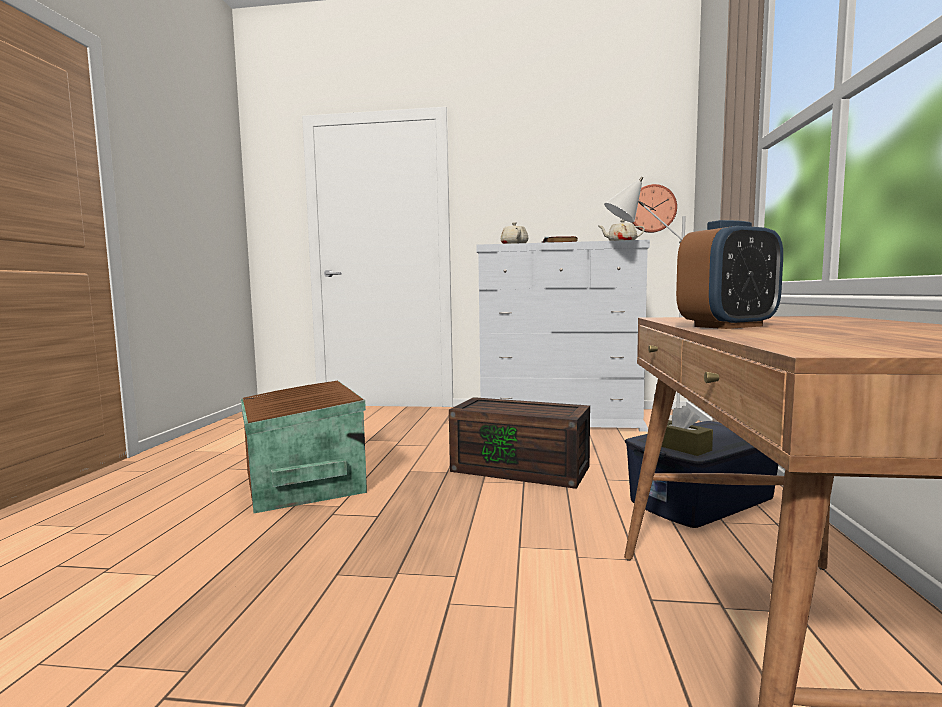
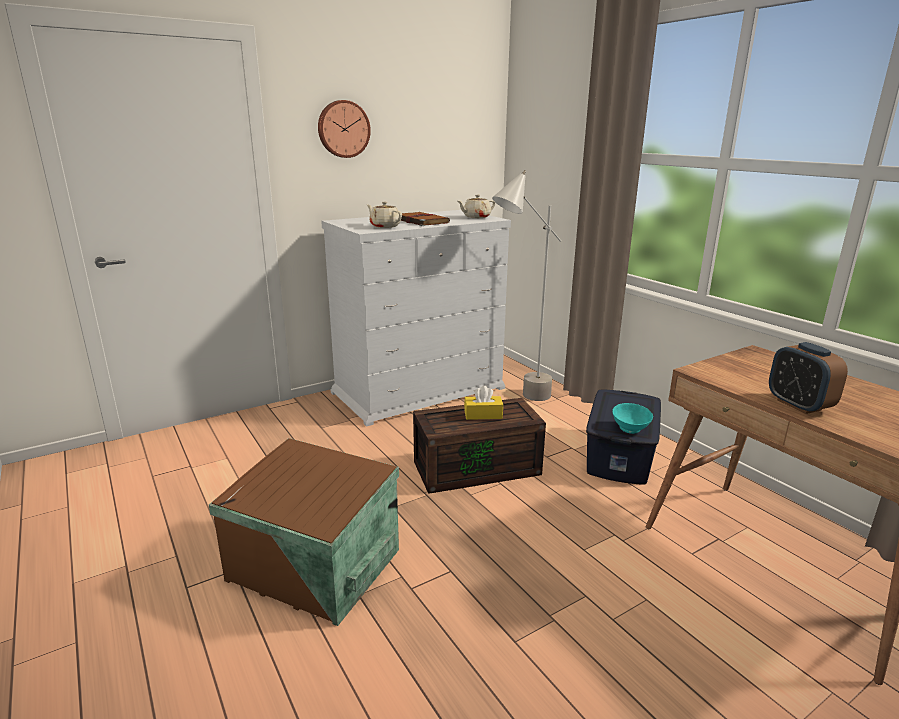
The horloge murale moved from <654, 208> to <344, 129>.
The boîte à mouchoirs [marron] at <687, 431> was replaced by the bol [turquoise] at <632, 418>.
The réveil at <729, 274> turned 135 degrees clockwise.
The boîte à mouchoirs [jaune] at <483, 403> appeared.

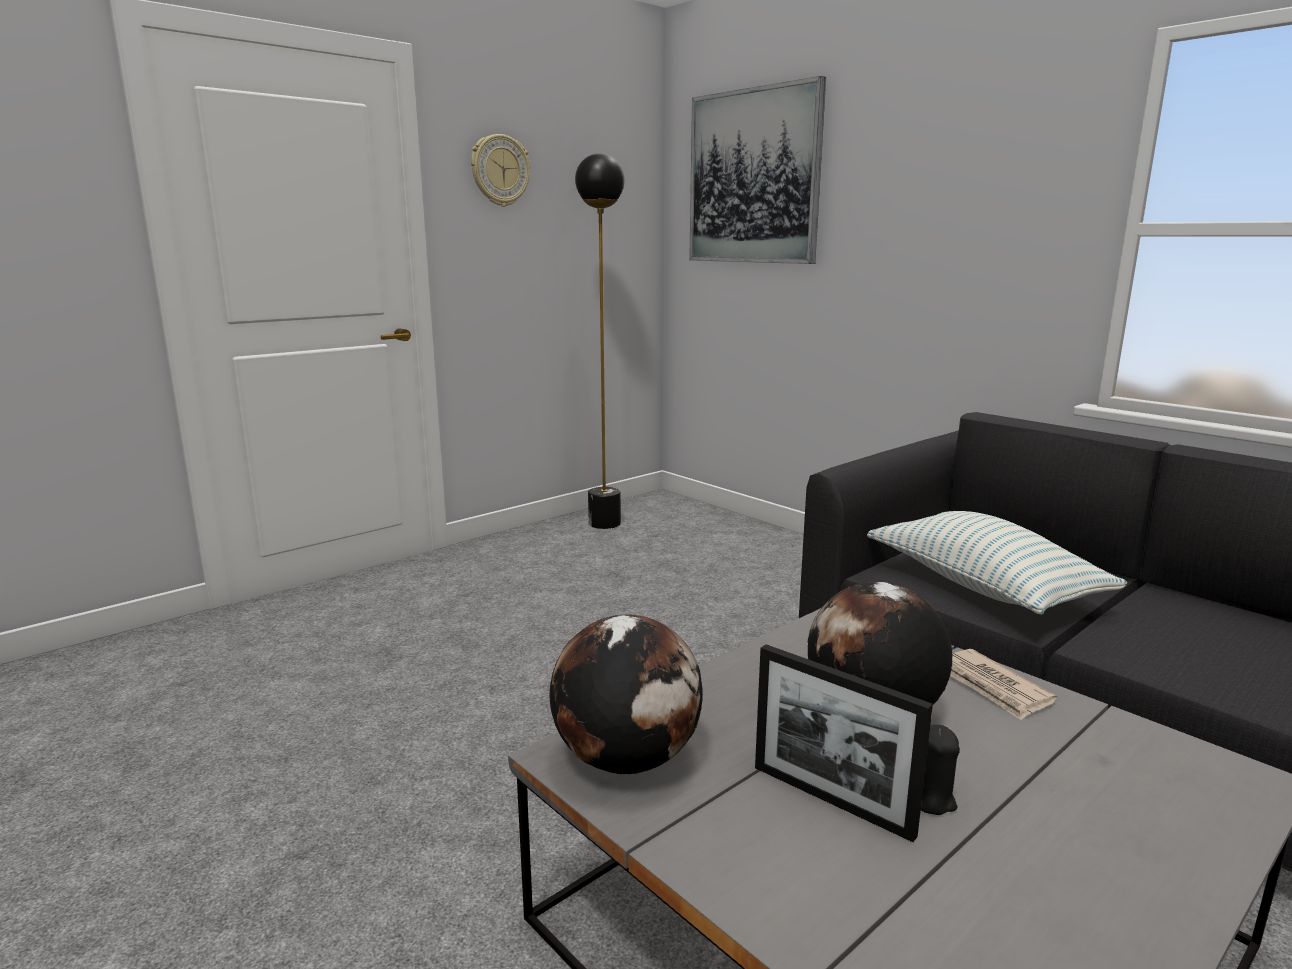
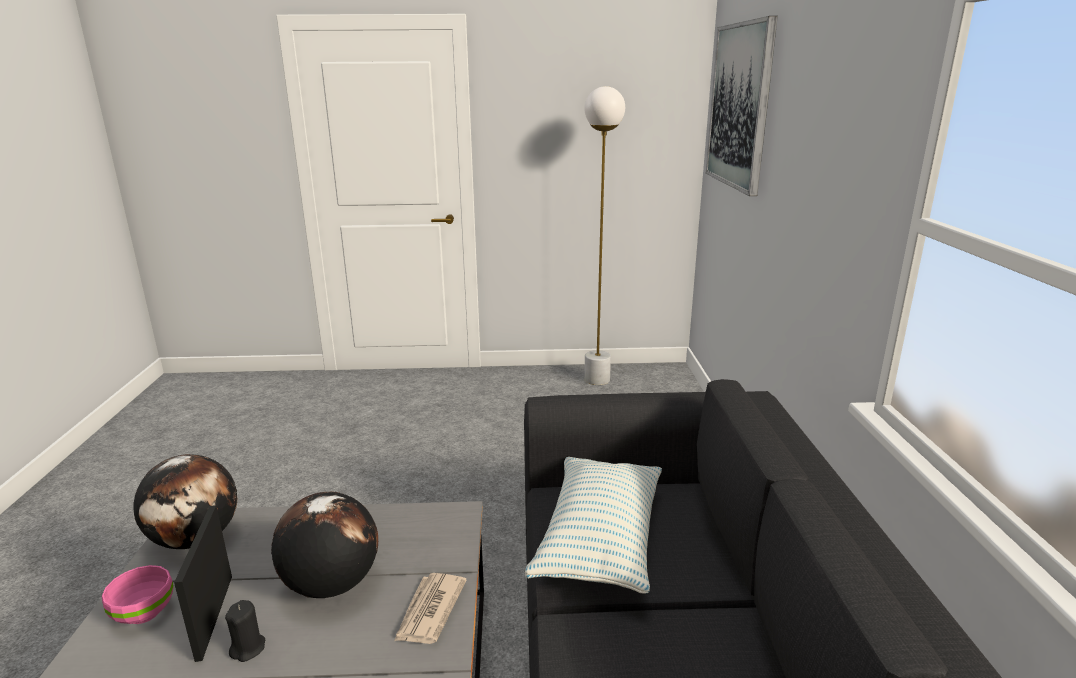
The horloge murale at <500, 170> disappeared.
The lampadaire [noir] at <600, 341> became the lampadaire [blanc] at <604, 235>.
The bol [rose] at <138, 594> appeared.

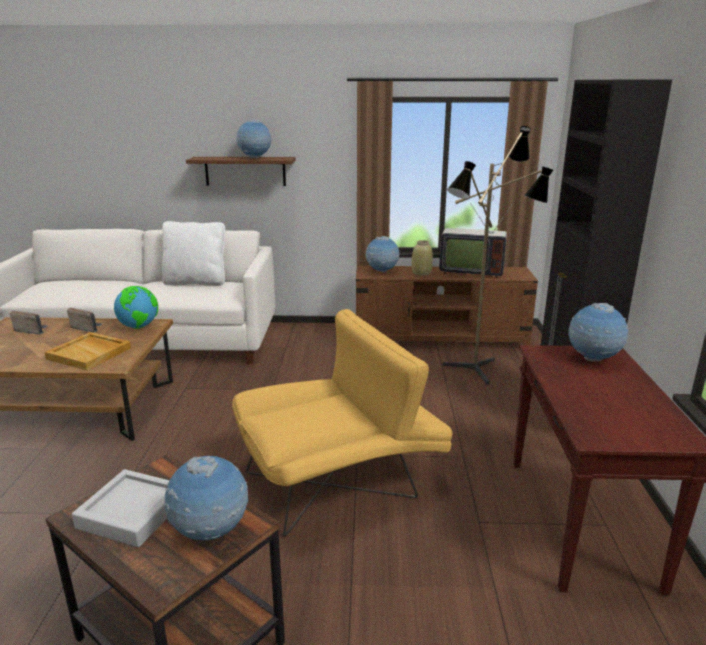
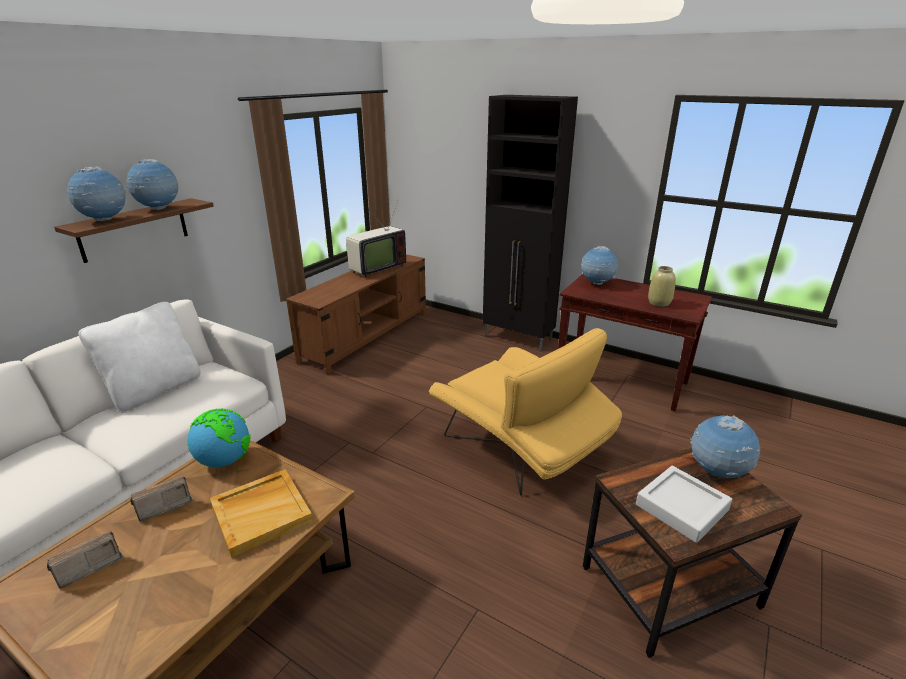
The fauteuil [jaune] at <342, 423> turned 135 degrees clockwise.
The globe moved from <382, 254> to <96, 194>.
The vase [beige] moved from <422, 258> to <662, 286>.
The lampadaire at <498, 255> disappeared.

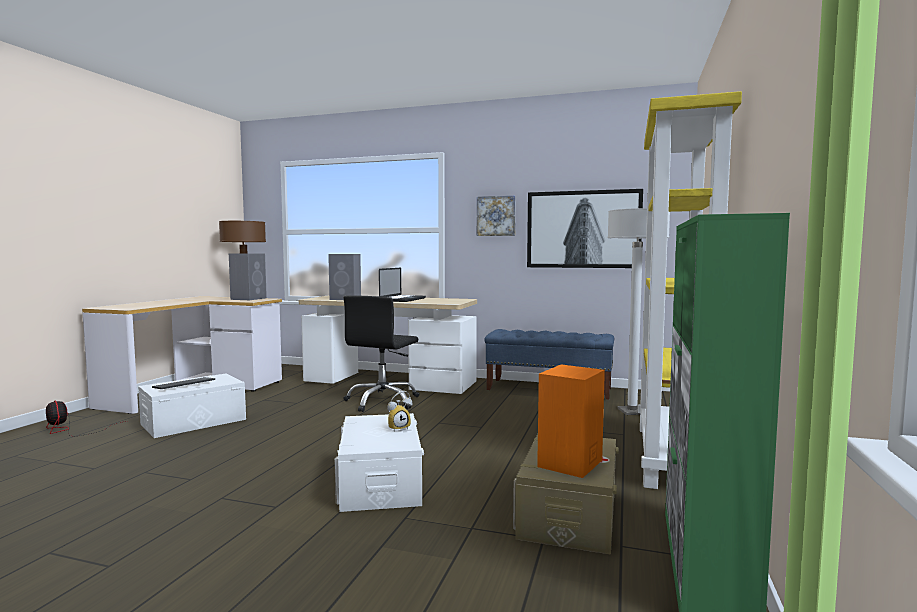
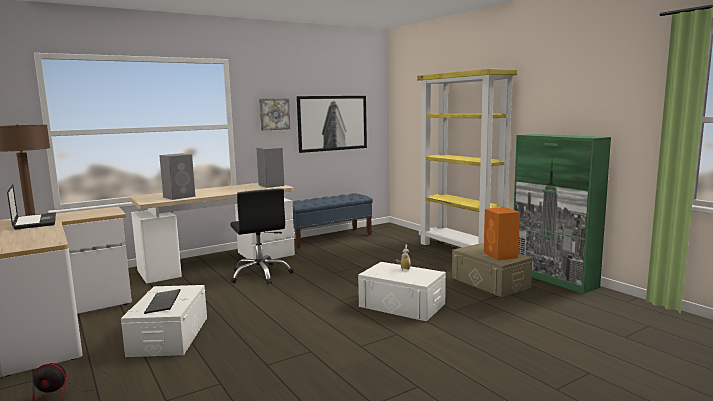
The enceinte [gris] moved from <248, 276> to <270, 167>.
The ordinateur portable moved from <402, 285> to <31, 206>.
The lampadaire [blanc] at <639, 311> disappeared.

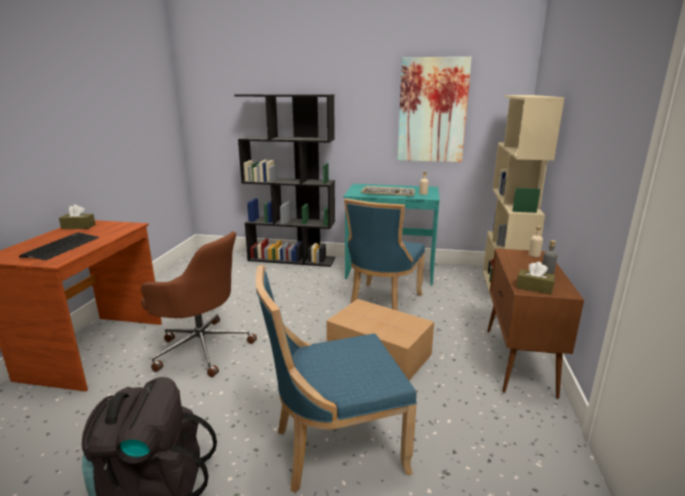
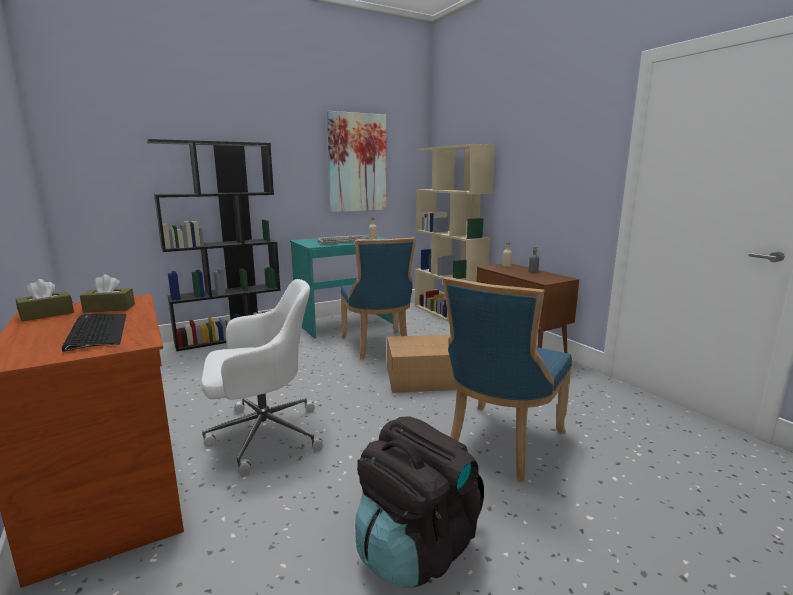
The chaise de bureau [marron] at <199, 304> became the chaise de bureau [blanc] at <262, 377>.
The boîte à mouchoirs [marron] moved from <535, 278> to <107, 293>.

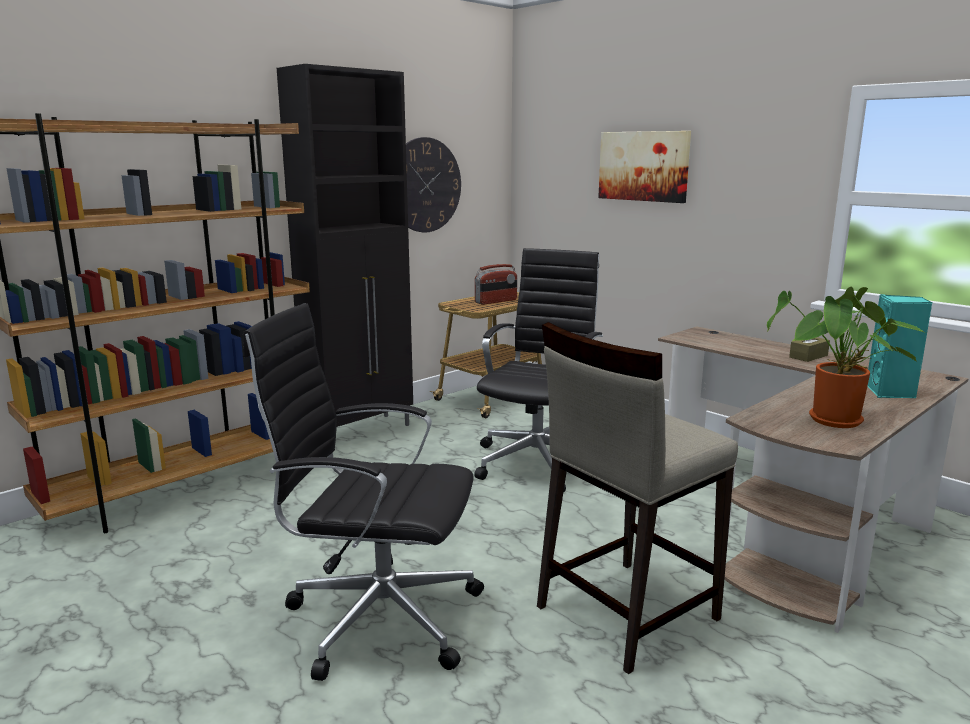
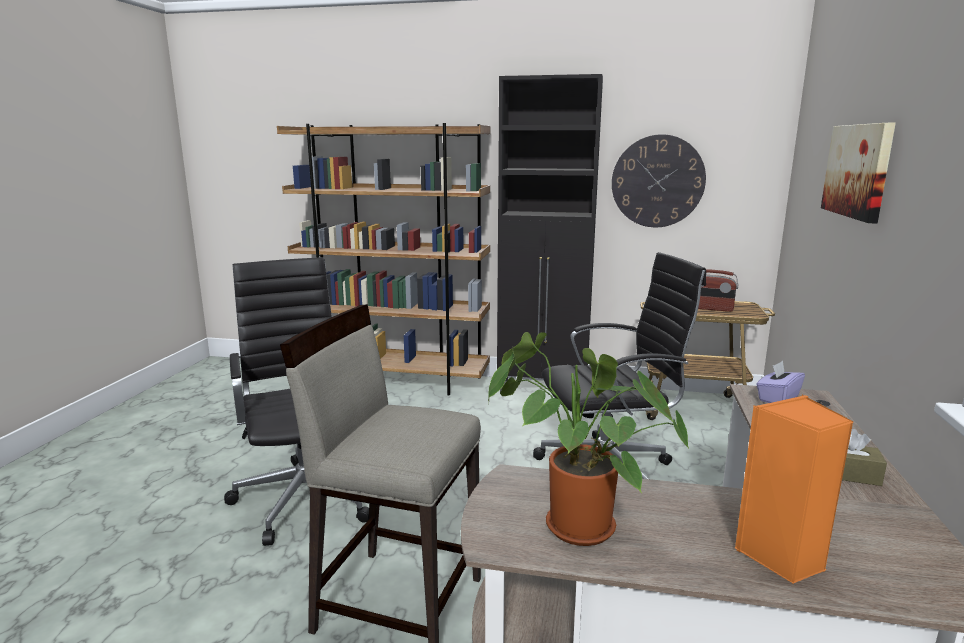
The enceinte [turquoise] at <900, 346> became the enceinte [orange] at <793, 489>.
The boîte à mouchoirs [violet] at <780, 382> appeared.

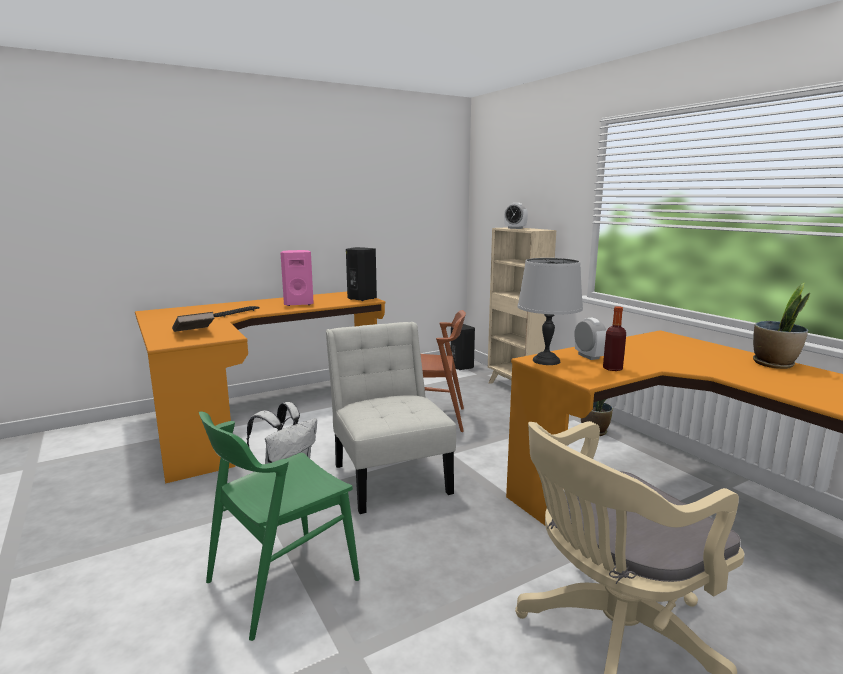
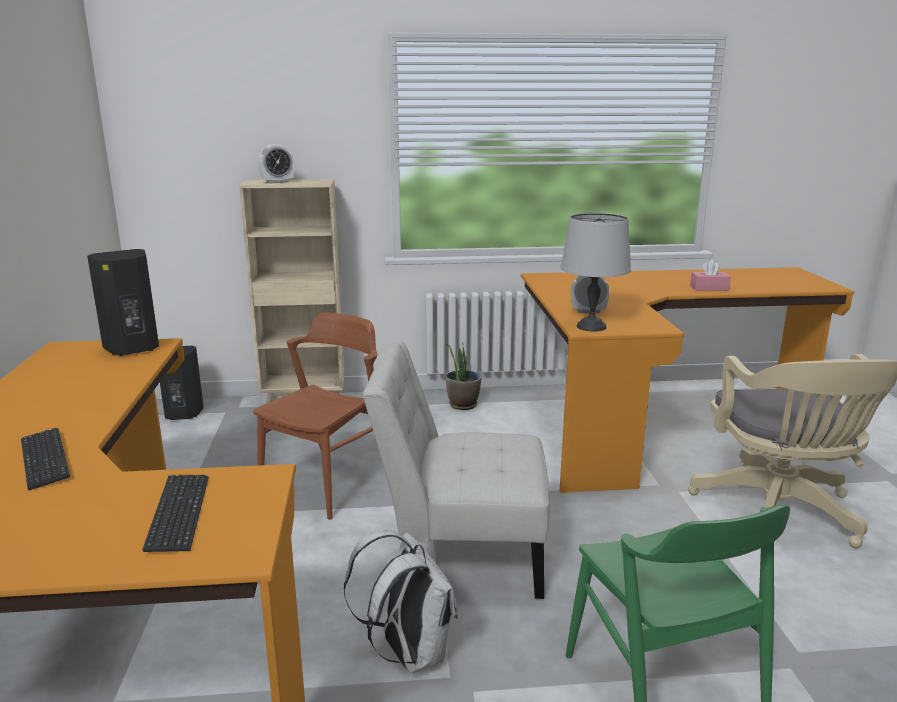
The livre [marron] at <193, 322> was replaced by the clavier at <175, 513>.
The enceinte [rose] at <297, 278> disappeared.
The bouteille at <614, 338> disappeared.
The plante en pot at <781, 325> disappeared.
The boîte à mouchoirs [rose] at <710, 275> appeared.

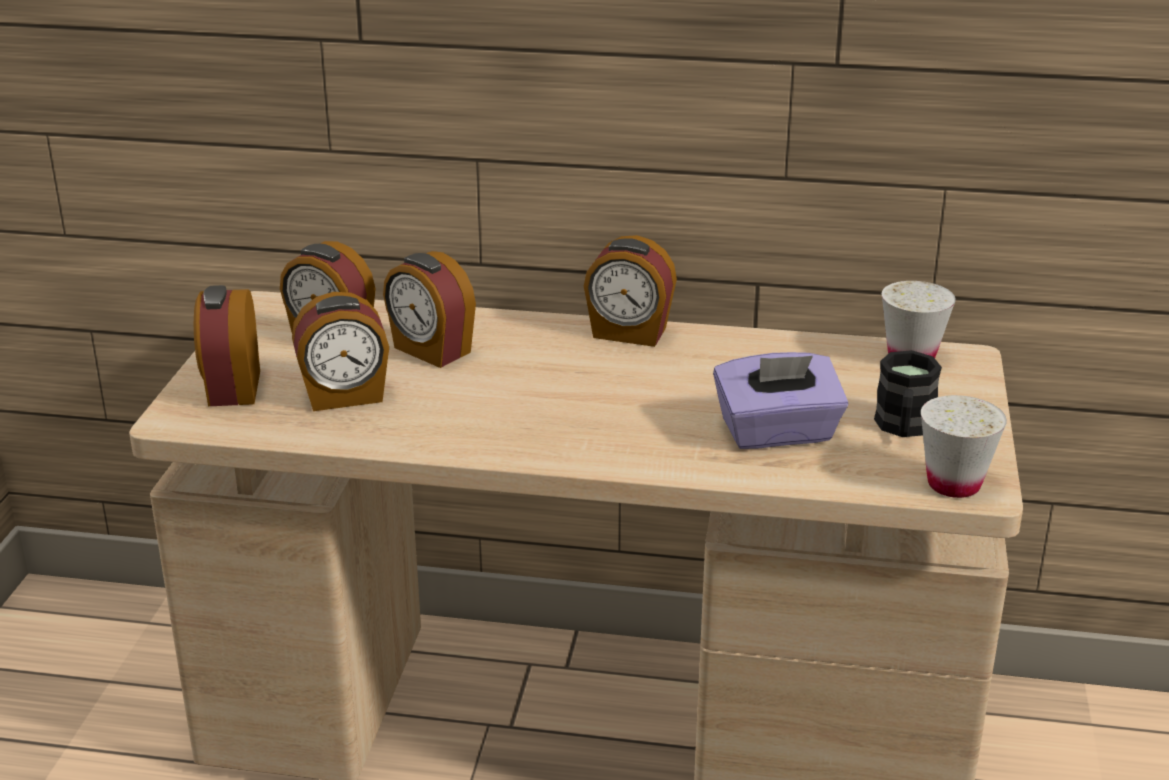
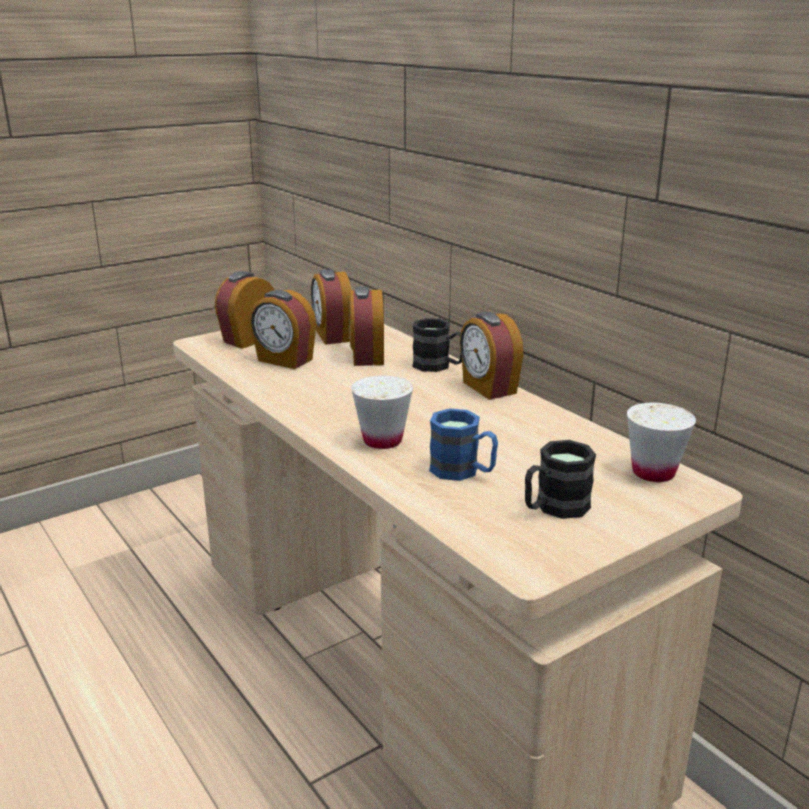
The boîte à mouchoirs [violet] at <780, 400> was replaced by the mug [bleu] at <463, 444>.
The tasse [blanc] moved from <964, 446> to <382, 412>.
The mug [noir] at <437, 345> appeared.

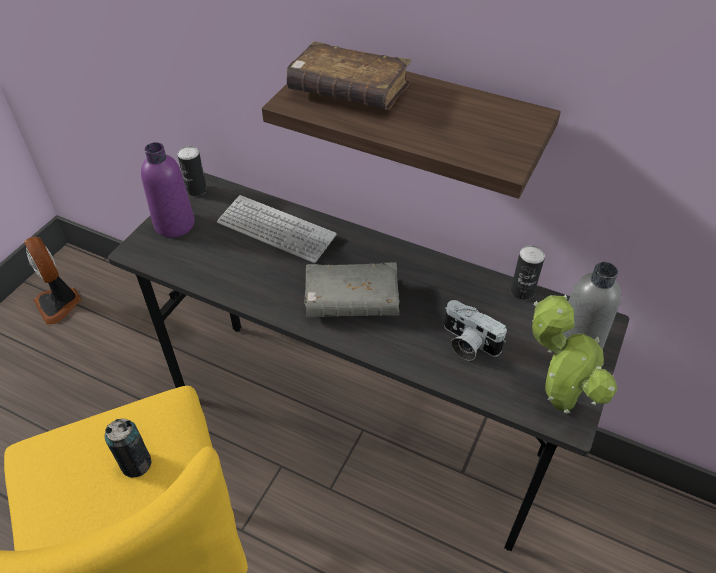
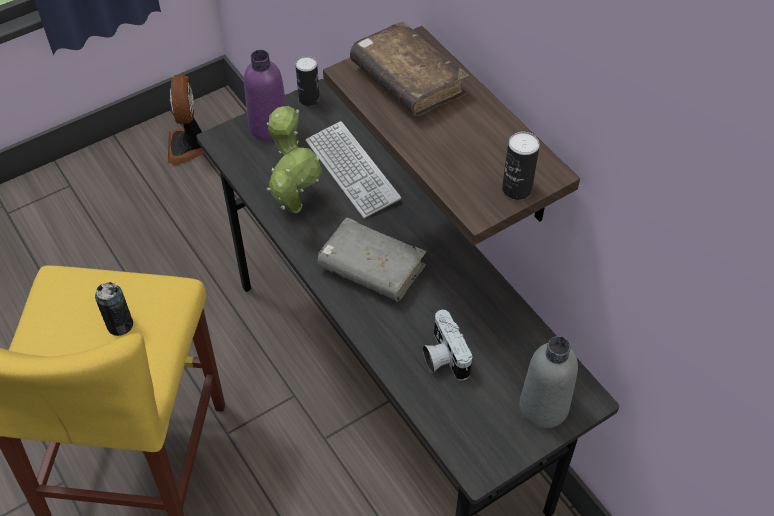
The boîte métallique moved from <528, 272> to <521, 165>.
The plante en pot moved from <574, 354> to <294, 159>.

